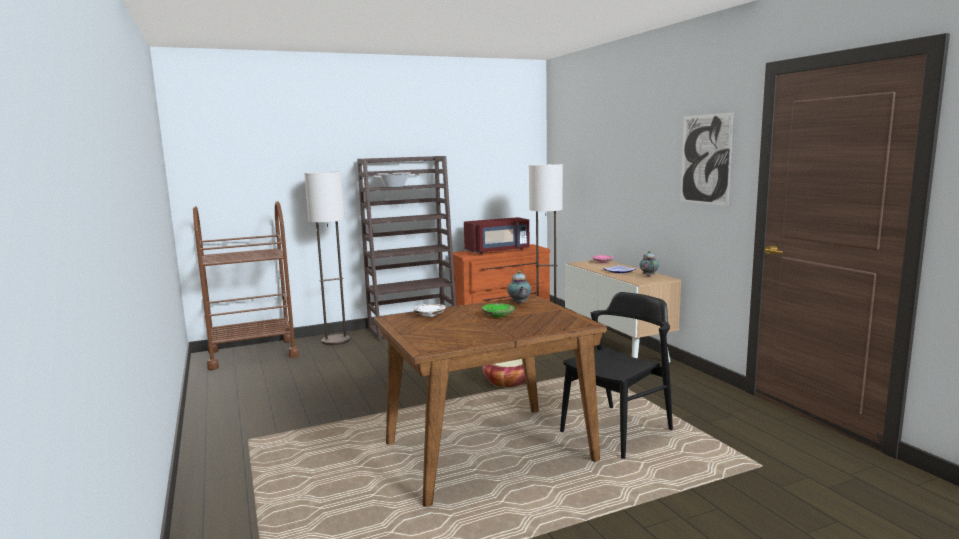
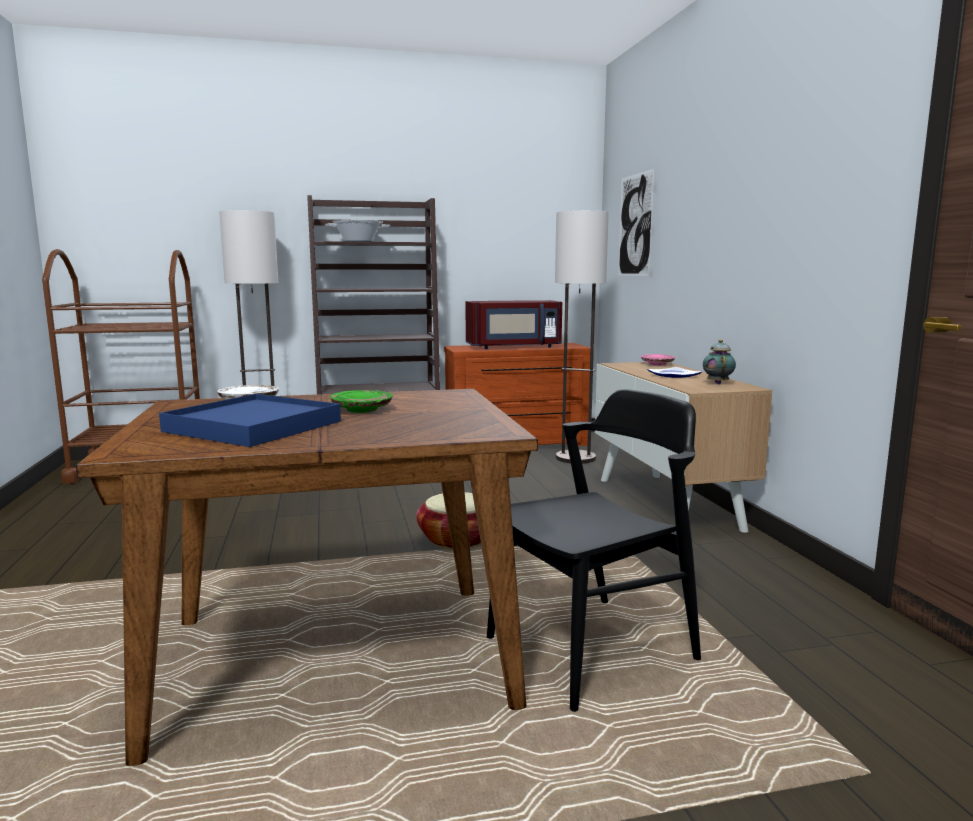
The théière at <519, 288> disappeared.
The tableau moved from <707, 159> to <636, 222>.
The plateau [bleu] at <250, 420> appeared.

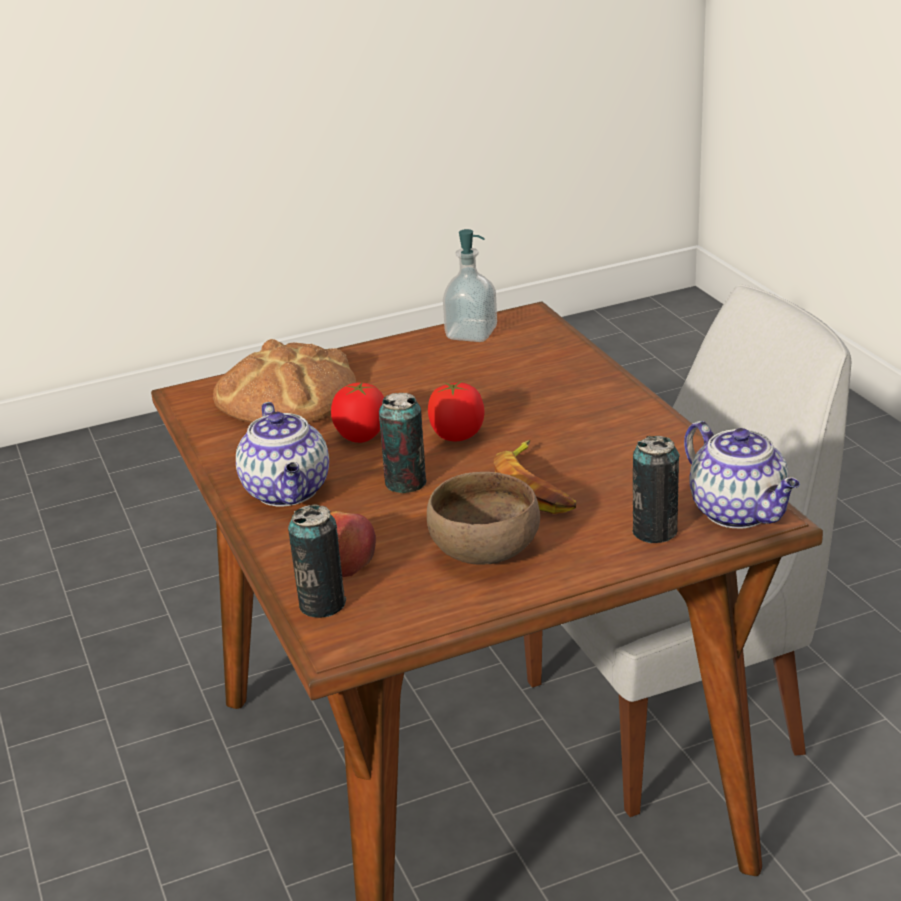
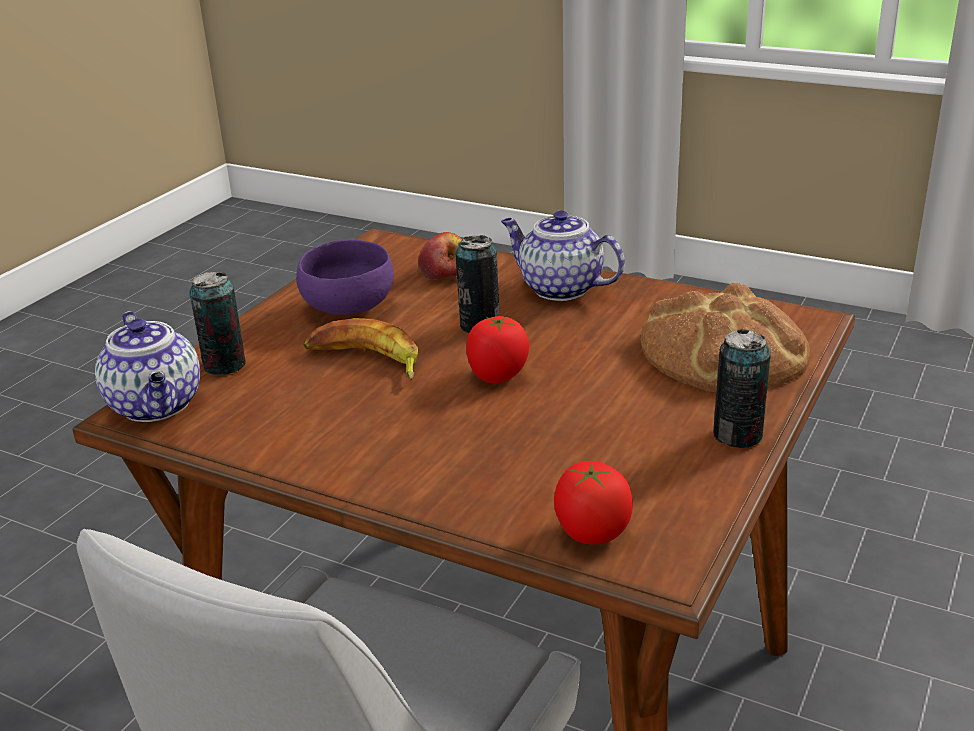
The boîte métallique moved from <317, 561> to <742, 388>.
The tomate moved from <357, 412> to <593, 503>.
The bol [marron] at <483, 518> became the bol [violet] at <345, 277>.
The distributeur de savon at <470, 285> disappeared.
The théière at <742, 474> turned 135 degrees counterclockwise.

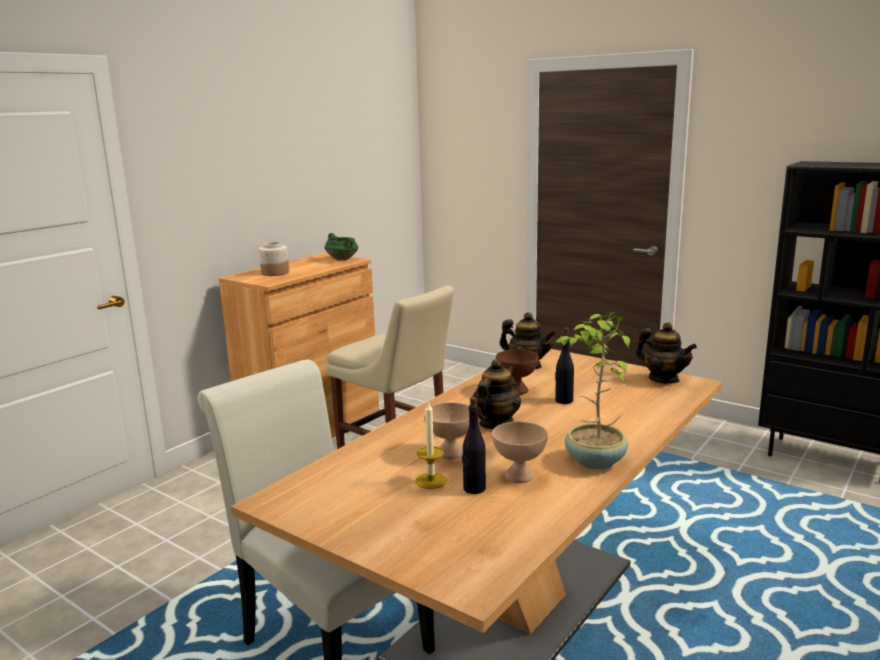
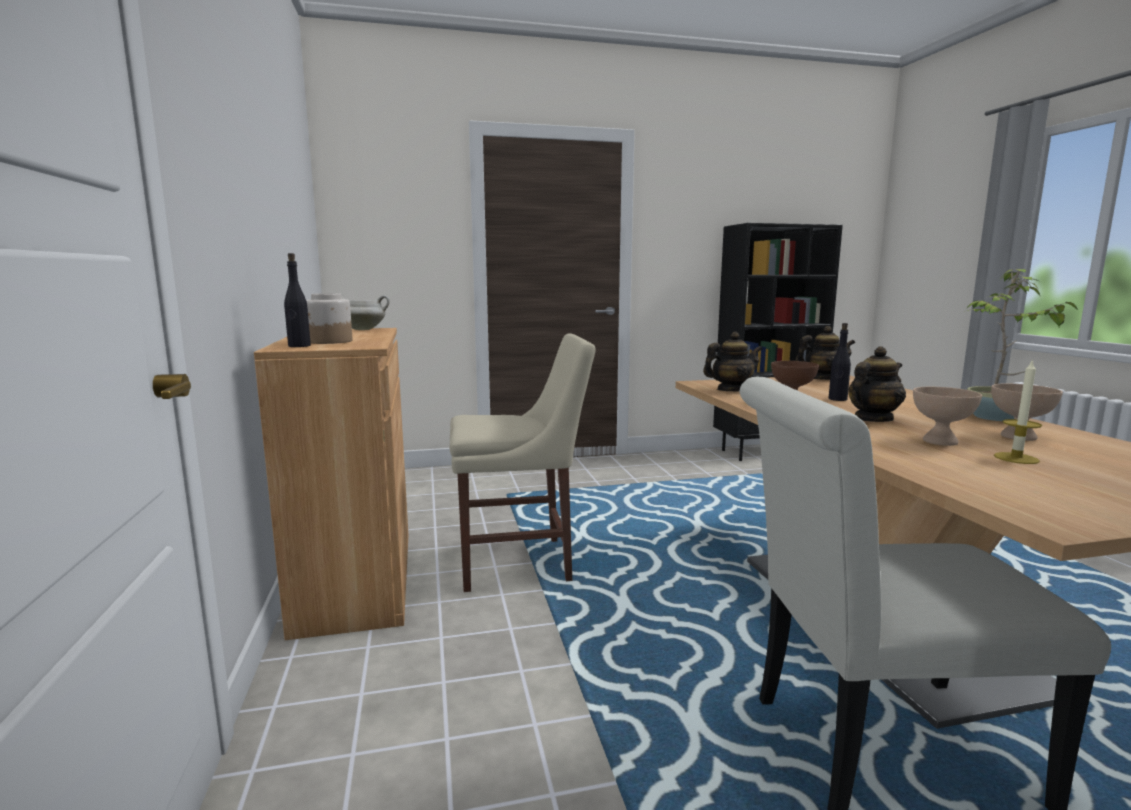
The marmite [vert] at <341, 247> became the marmite [blanc] at <365, 312>.
The bouteille [noir] moved from <474, 445> to <297, 300>.
The théière at <497, 394> turned 75 degrees clockwise.

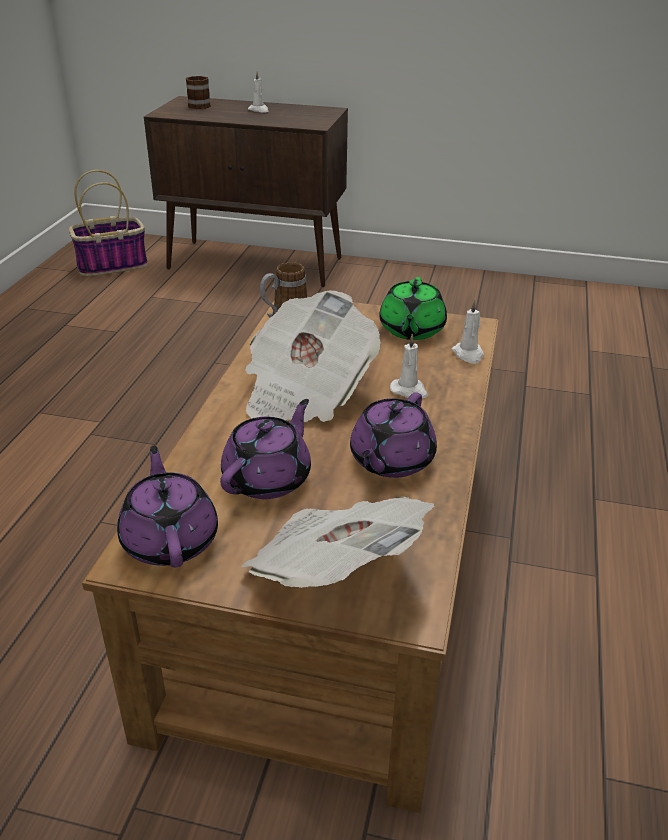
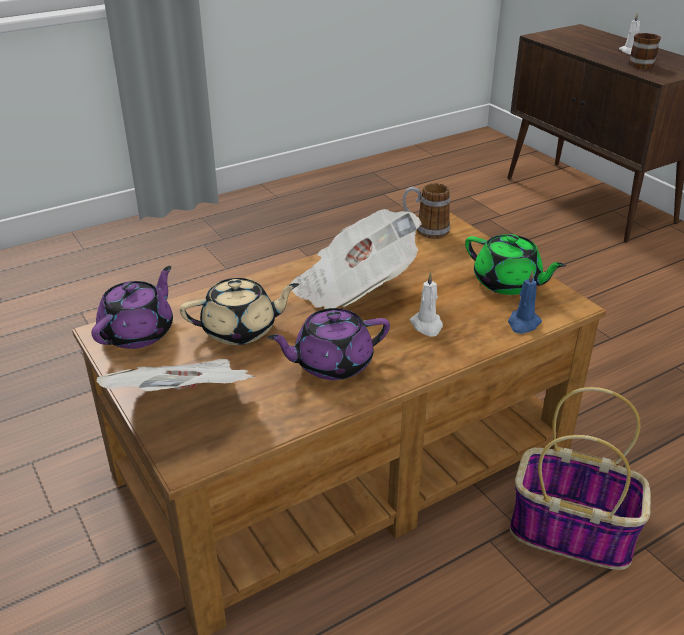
The panier moved from <108, 223> to <580, 478>.
The mug moved from <198, 92> to <644, 51>.
The théière [violet] at <265, 449> became the théière [beige] at <239, 311>.
The théière [vert] at <413, 308> turned 105 degrees counterclockwise.
The bougie [blanc] at <467, 332> became the bougie [bleu] at <525, 302>.

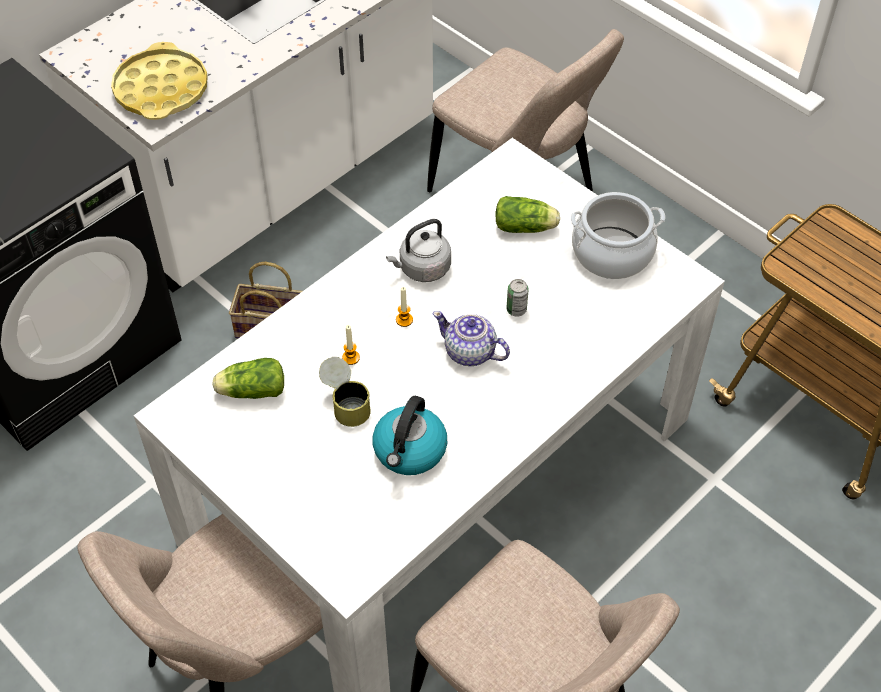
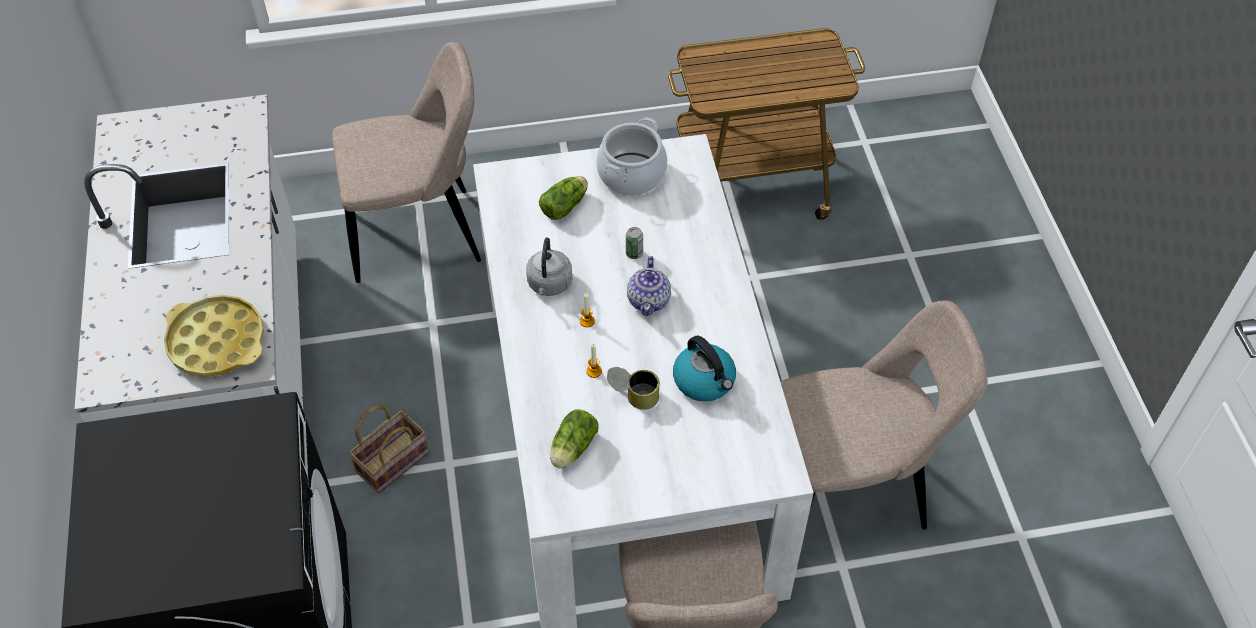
The théière at <471, 338> turned 60 degrees counterclockwise.

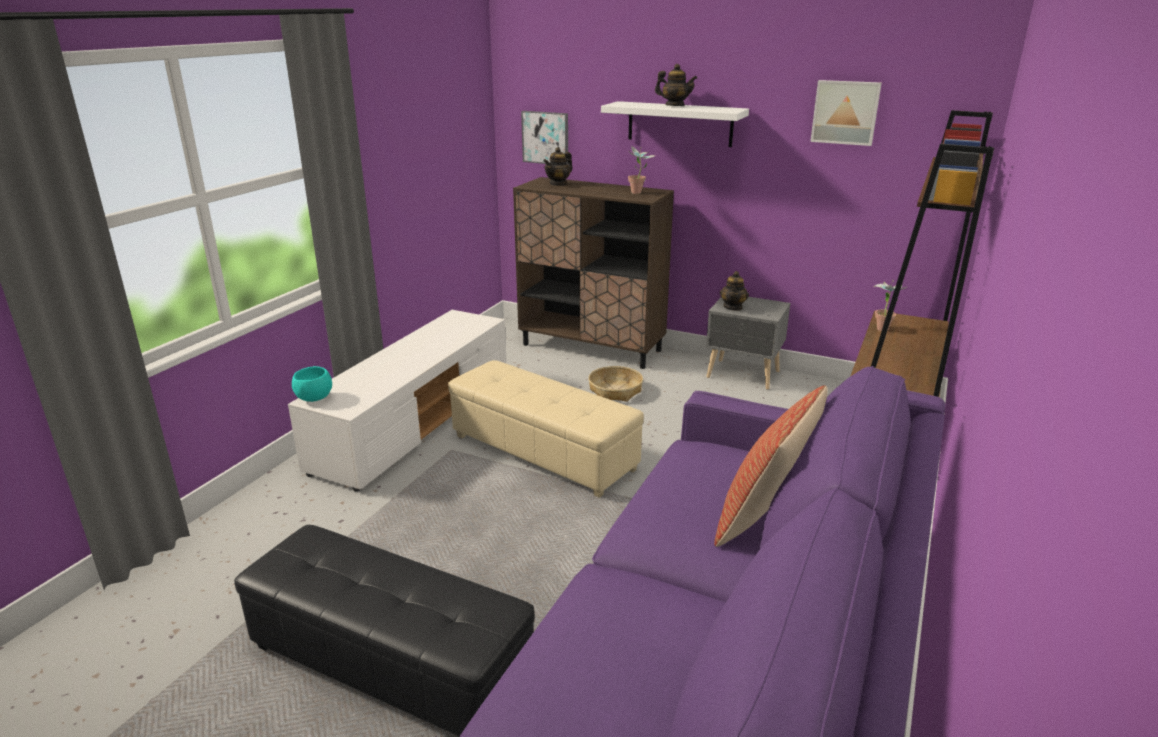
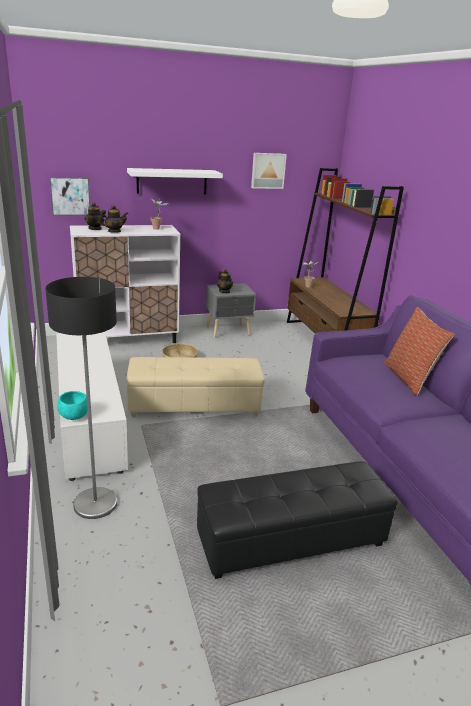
The meuble de rangement [marron] at <593, 273> became the meuble de rangement [blanc] at <125, 284>.
The théière moved from <676, 85> to <113, 219>.
The lampadaire at <81, 398> appeared.

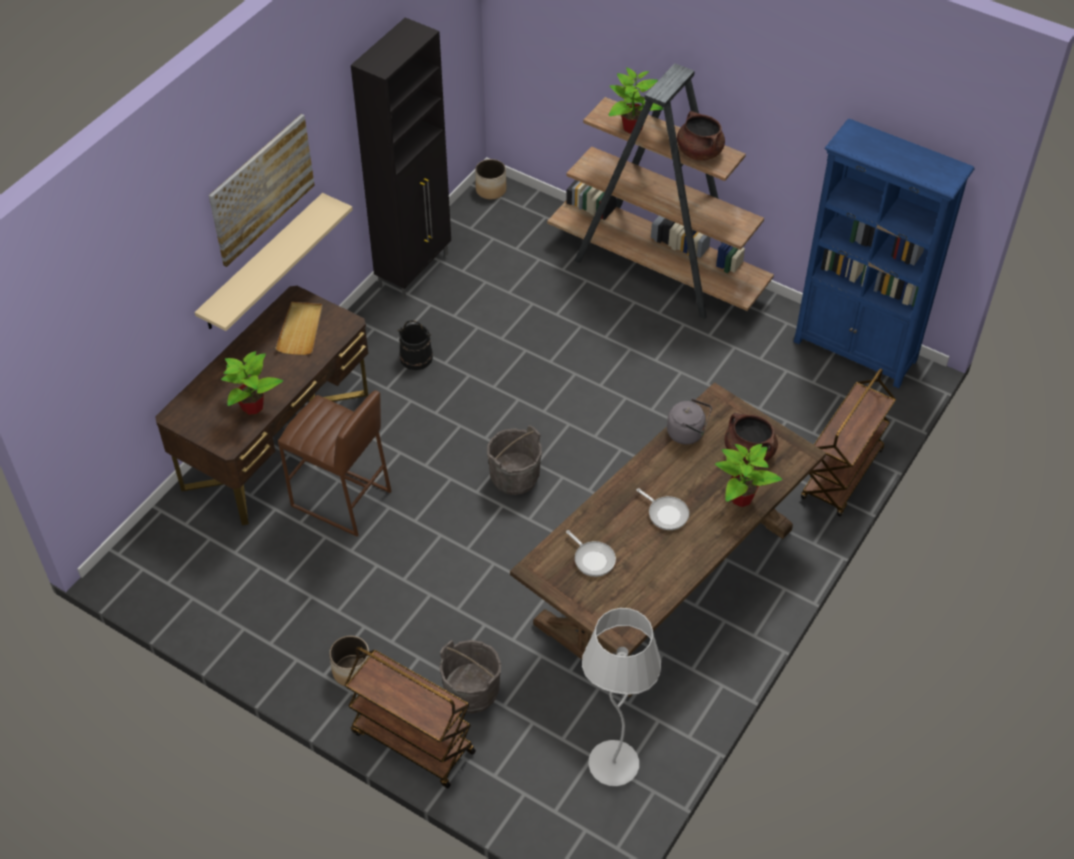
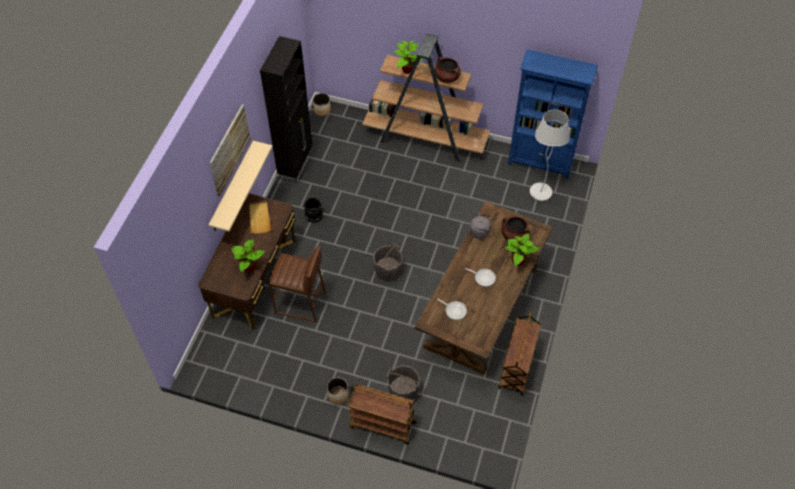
The lampadaire [blanc] moved from <621, 697> to <550, 155>.
The chariot [marron] moved from <848, 442> to <519, 353>.

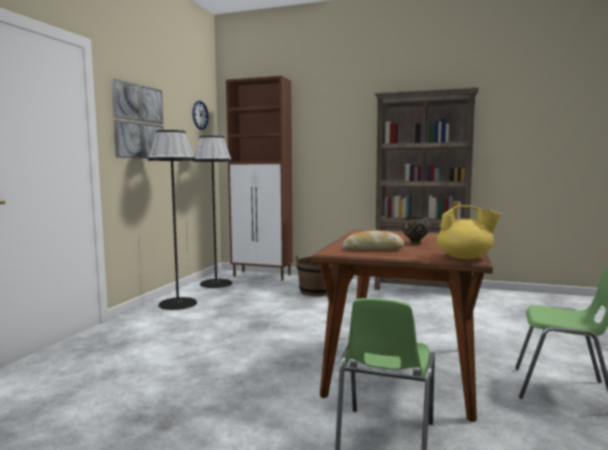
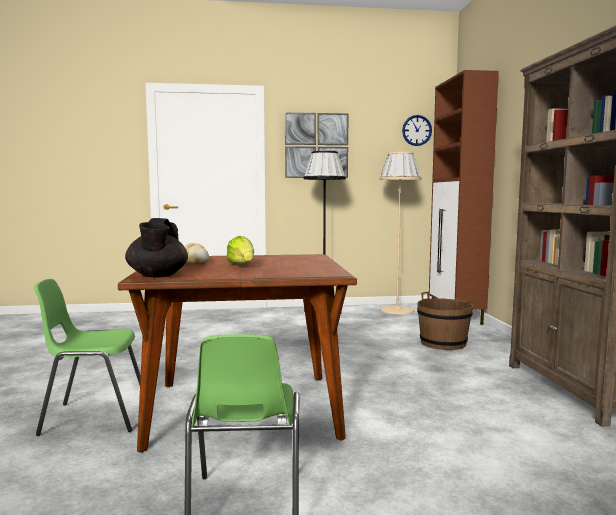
The lampadaire [noir] at <212, 212> became the lampadaire [beige] at <400, 233>.
The bol [marron] at <415, 230> was replaced by the laitue at <240, 250>.
The théière [jaune] at <469, 232> became the théière [noir] at <156, 247>.

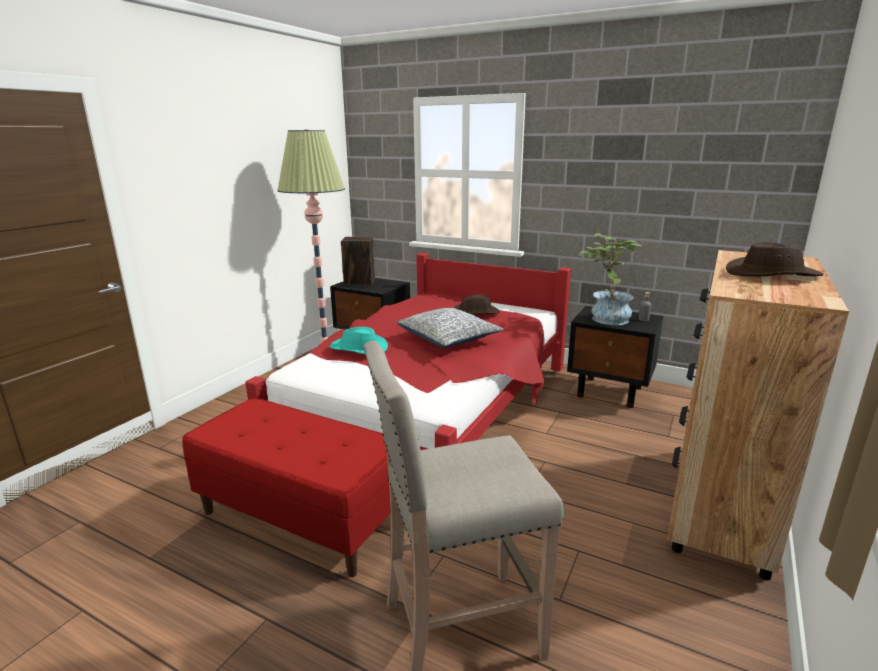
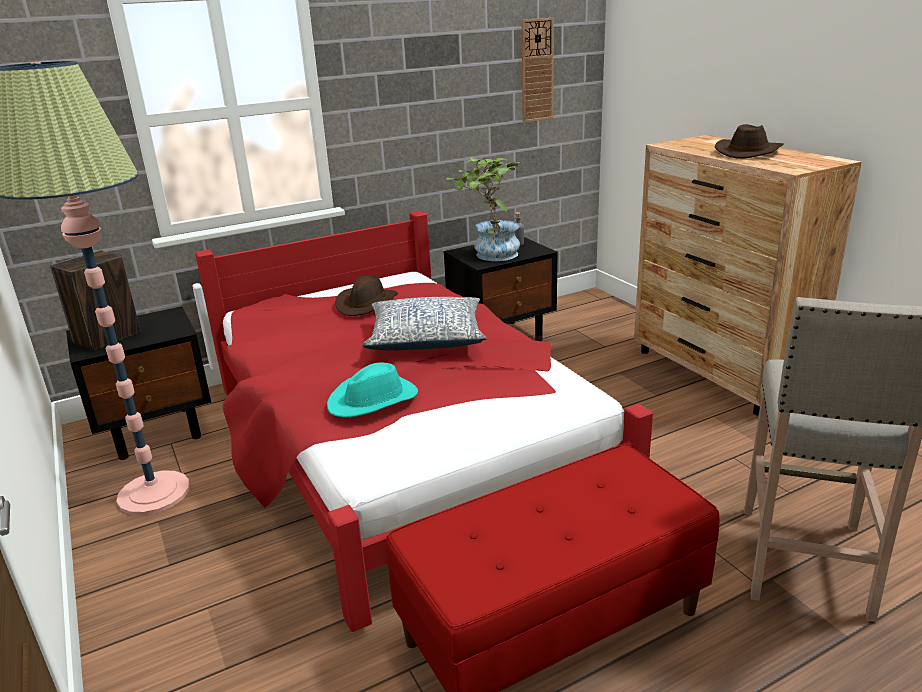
The horloge murale at <538, 70> appeared.

